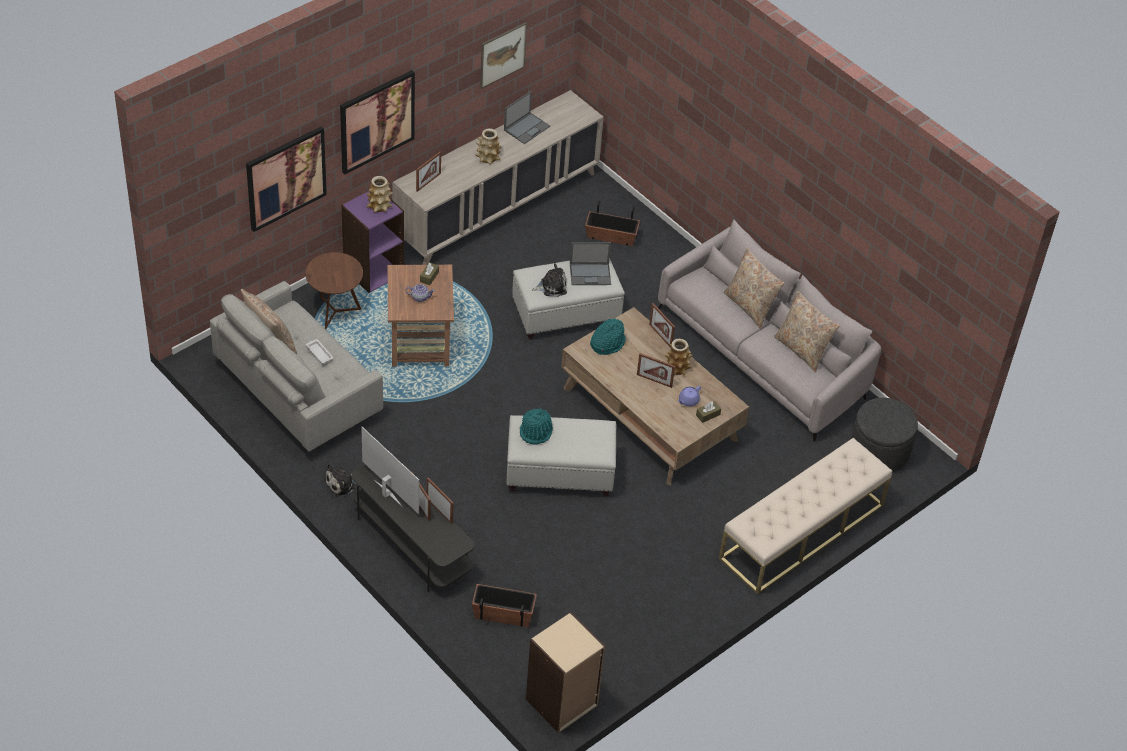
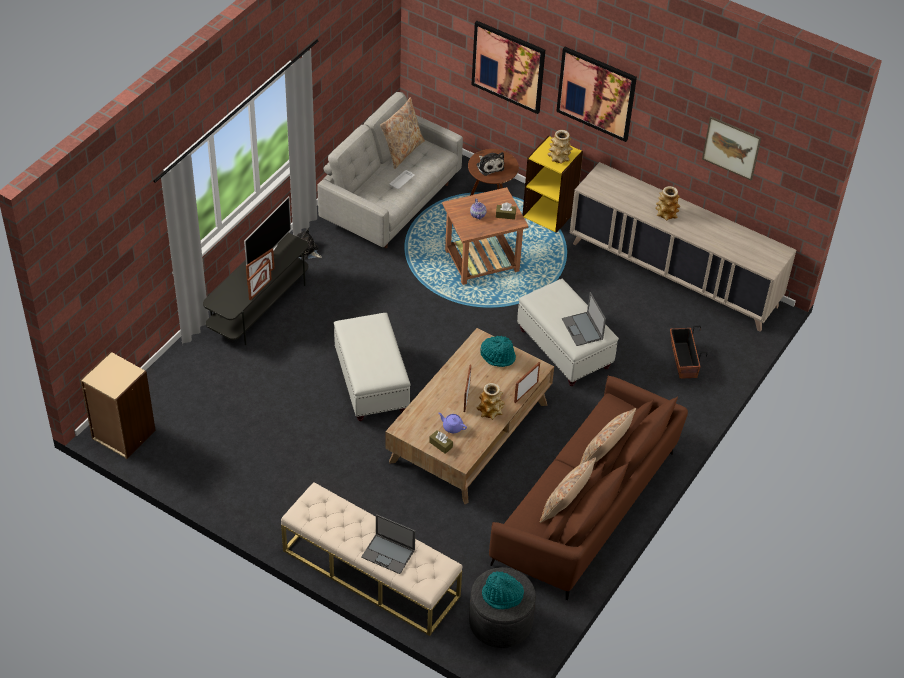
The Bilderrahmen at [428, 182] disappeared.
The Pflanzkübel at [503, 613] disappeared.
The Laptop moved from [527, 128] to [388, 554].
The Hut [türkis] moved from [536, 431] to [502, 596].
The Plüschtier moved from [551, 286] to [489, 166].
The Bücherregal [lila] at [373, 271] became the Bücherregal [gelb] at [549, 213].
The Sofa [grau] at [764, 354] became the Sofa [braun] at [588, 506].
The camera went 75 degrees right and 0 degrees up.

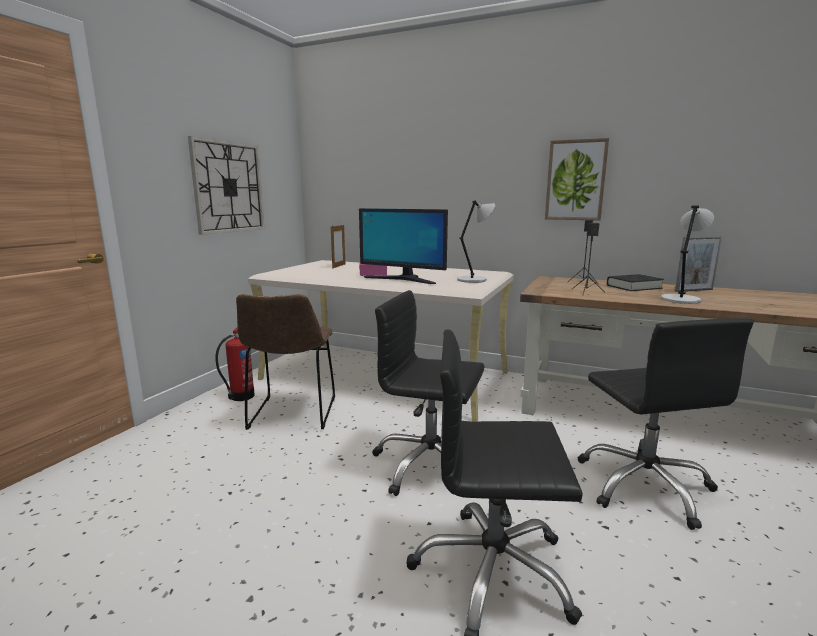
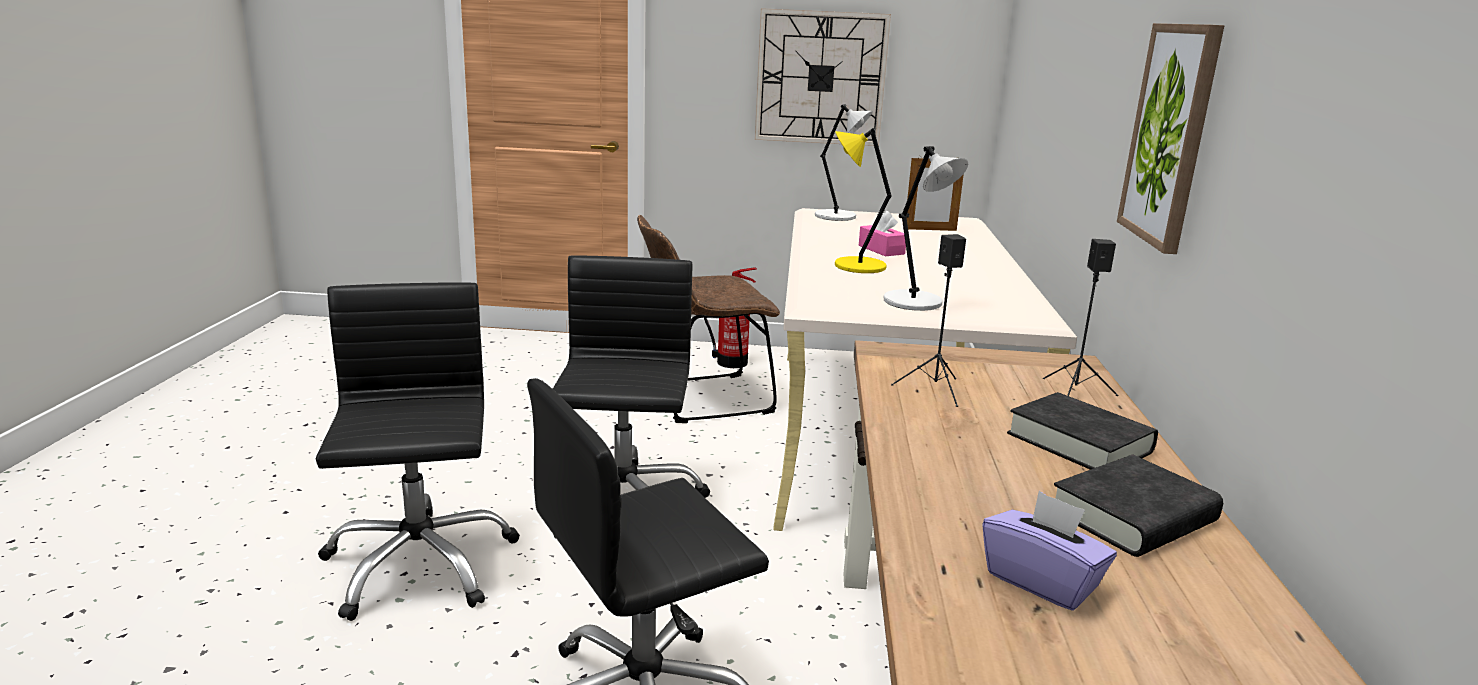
The Taschentuchbox [lila] at [1041, 581] appeared.
The Tischlampe [grau] moved from [681, 299] to [838, 216].
The Monitor at [403, 279] was replaced by the Tischlampe [gelb] at [856, 266].
The Bilderrahmen at [694, 290] was replaced by the Buch [schwarz] at [1133, 517].
The camera went 70 degrees right and 5 degrees up.

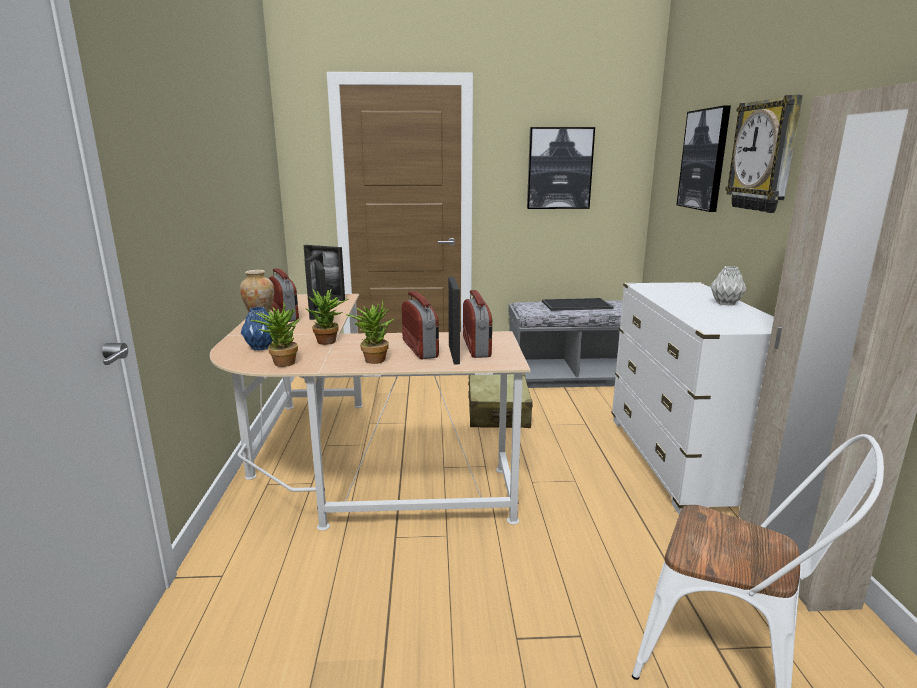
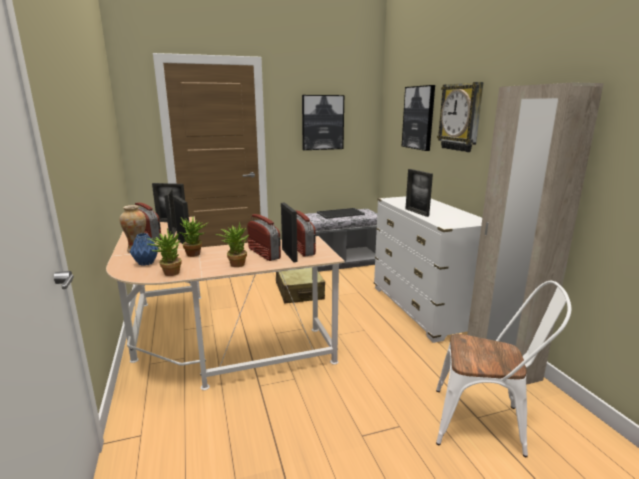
The Vase [grau] at [725, 303] disappeared.
The Bilderrahmen at [416, 212] appeared.
The camera went 15 degrees left and 0 degrees up.

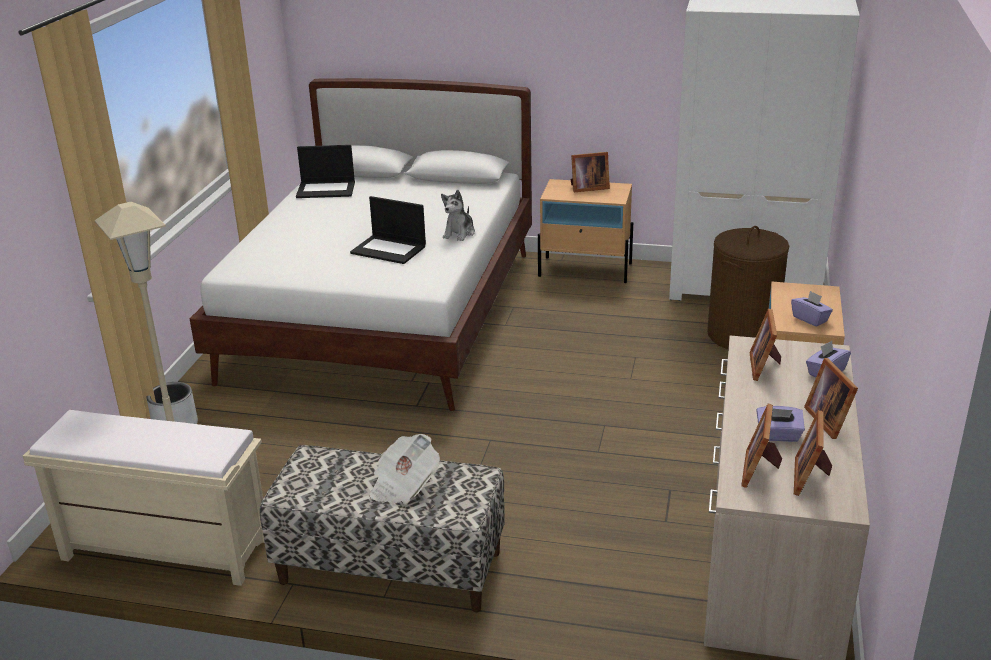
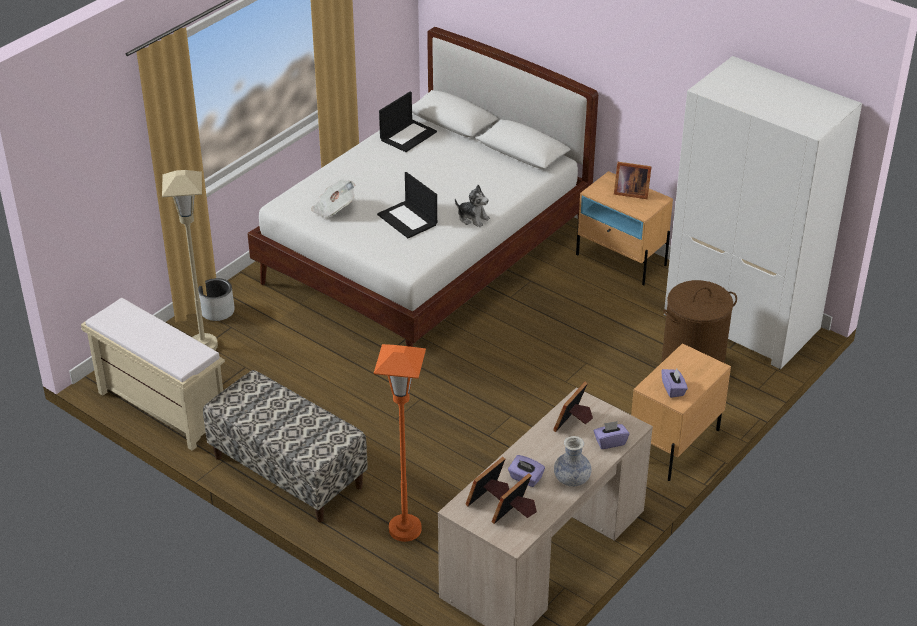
The Stehlampe [orange] at [405, 529] appeared.
The Zeitung moved from [403, 485] to [333, 208].
The Bilderrahmen at [830, 420] was replaced by the Vase at [572, 479].
The Laptop at [326, 189] turned 75 degrees counterclockwise.
The Plüschtier at [459, 233] turned 105 degrees counterclockwise.
The camera went 25 degrees right and 10 degrees up.

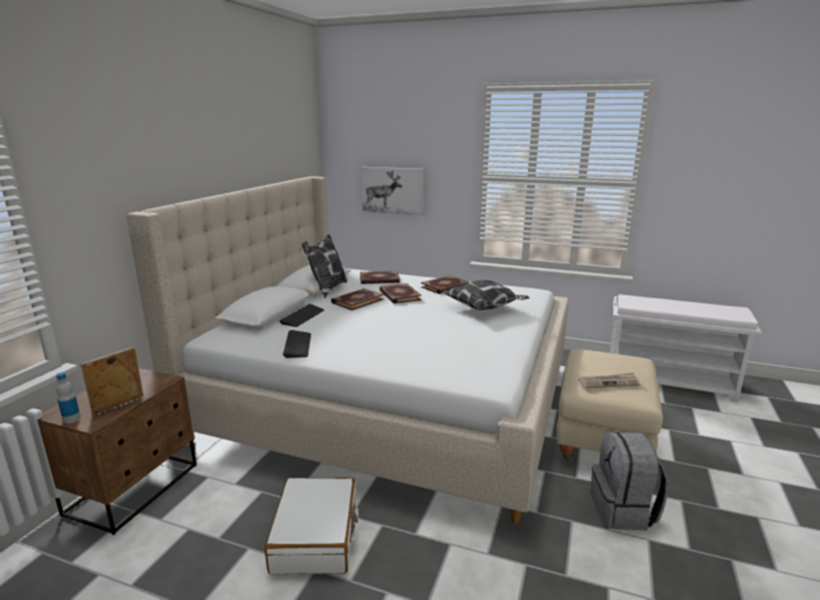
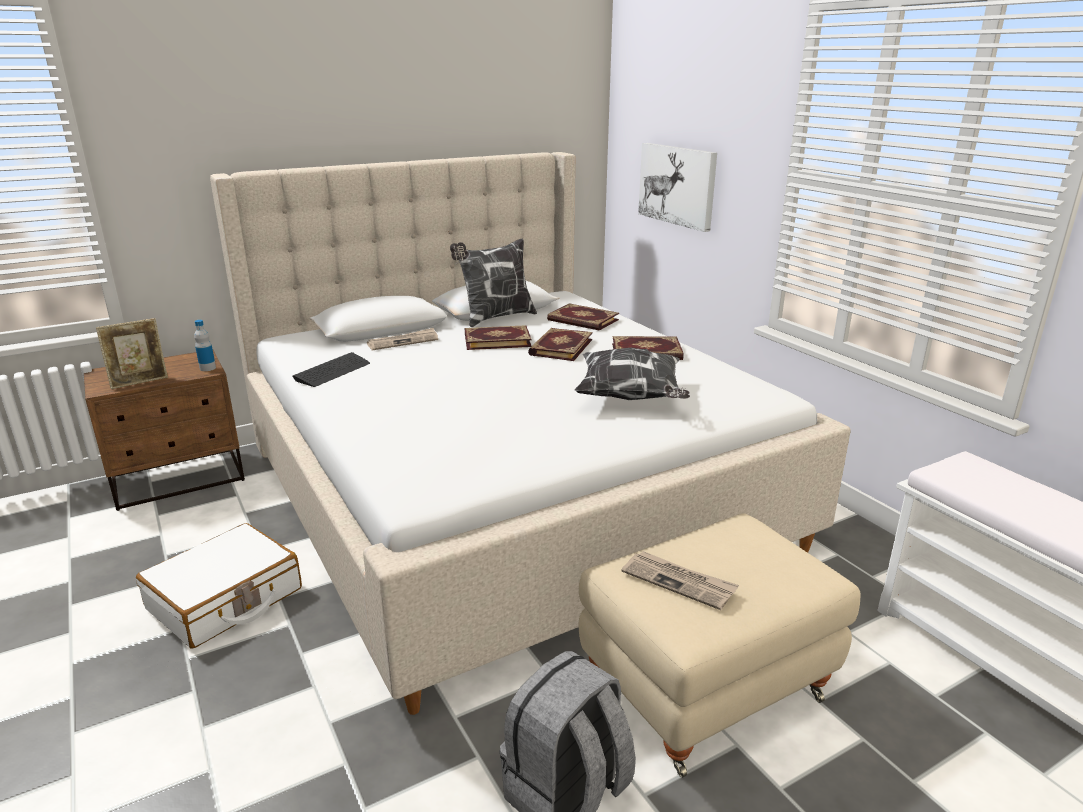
The Flasche moved from [71, 419] to [207, 368].
The Tastatur at [302, 316] was replaced by the Zeitung at [403, 342].
The Bilderrahmen at [118, 406] turned 150 degrees clockwise.
The camera went 40 degrees right and 5 degrees up.

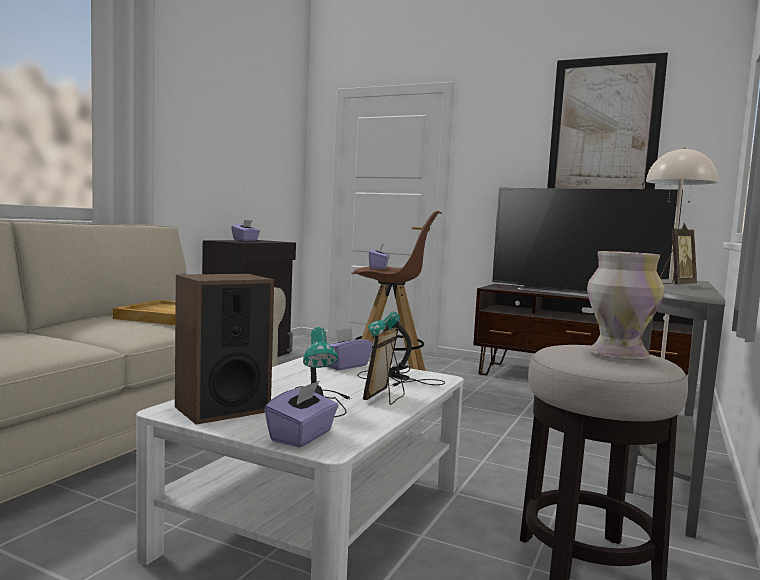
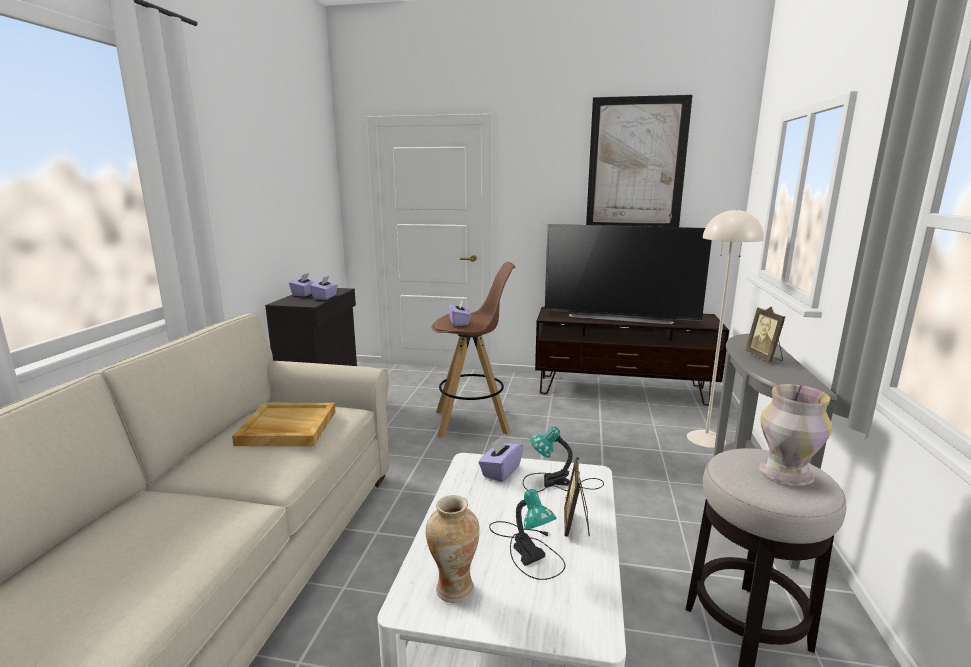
The Taschentuchbox [lila] moved from [302, 436] to [325, 297].
The Lautsprecher at [222, 409] was replaced by the Vase at [453, 588].
The Bilderrahmen at [676, 285] turned 135 degrees clockwise.
The camera went 15 degrees left and 10 degrees up.

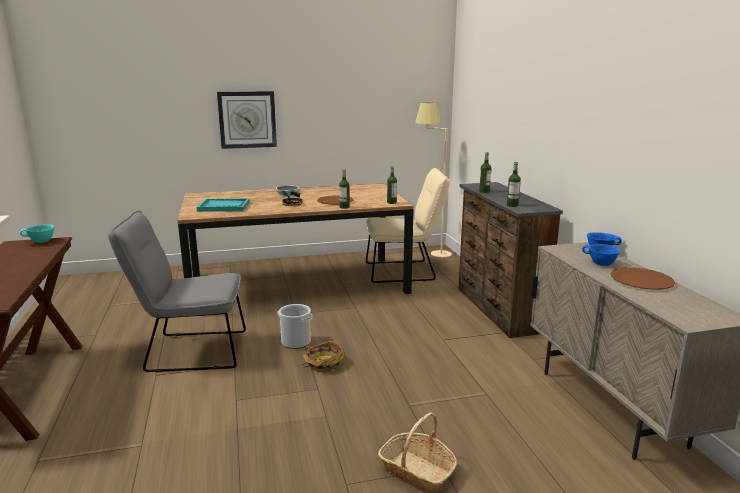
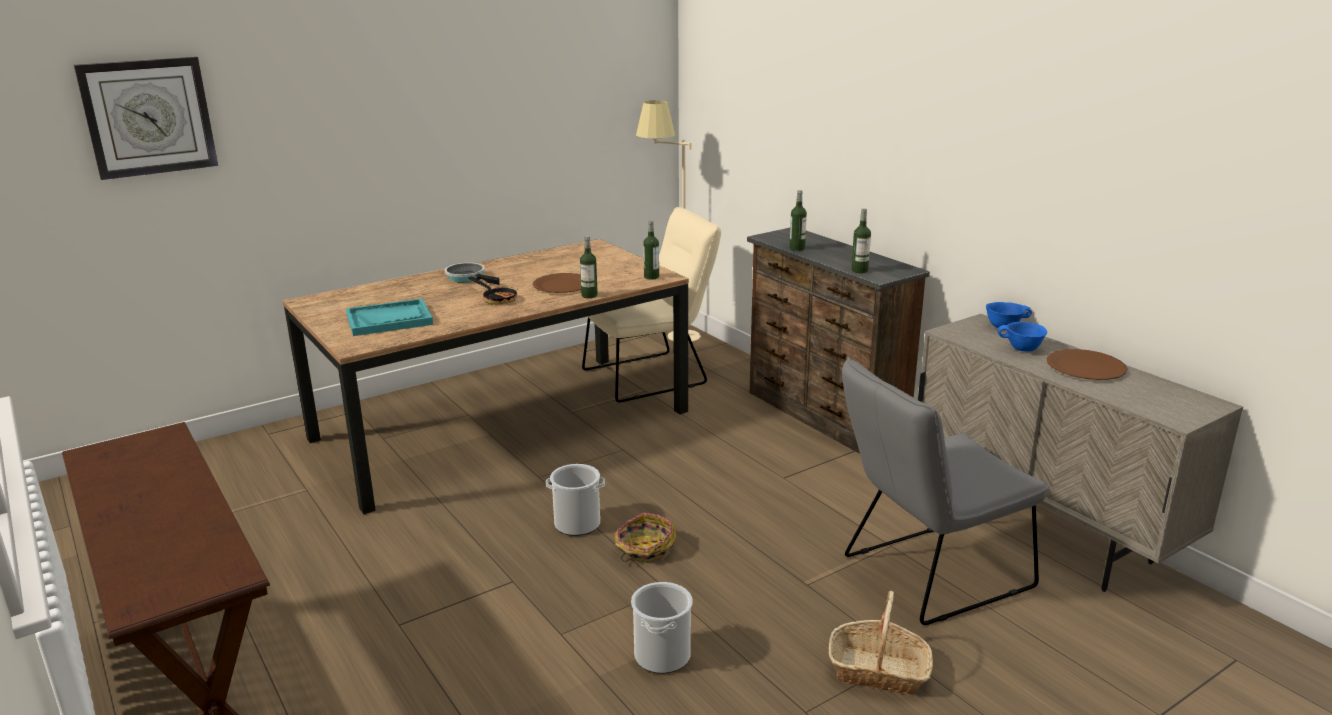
The Schüssel [türkis] at [41, 242] disappeared.
The Eimer at [662, 656] appeared.
The Stuhl [grau] moved from [189, 351] to [927, 575].
The Wanduhr moved from [247, 119] to [148, 117].
The camera went 20 degrees left and 5 degrees up.

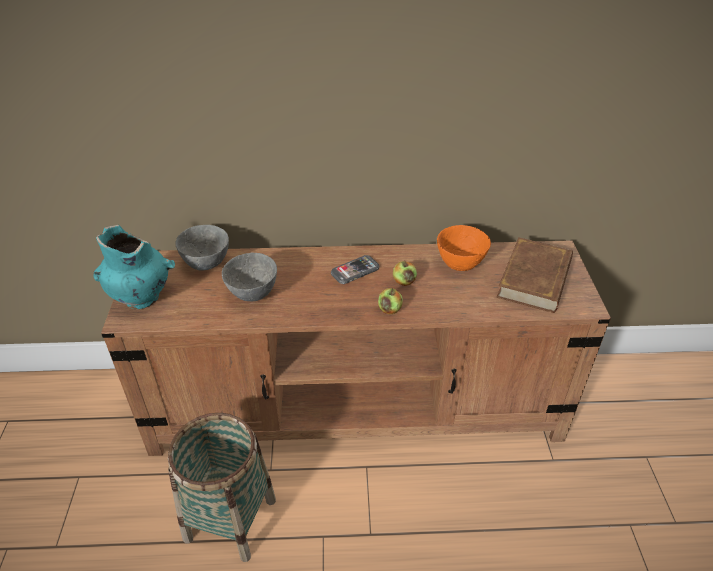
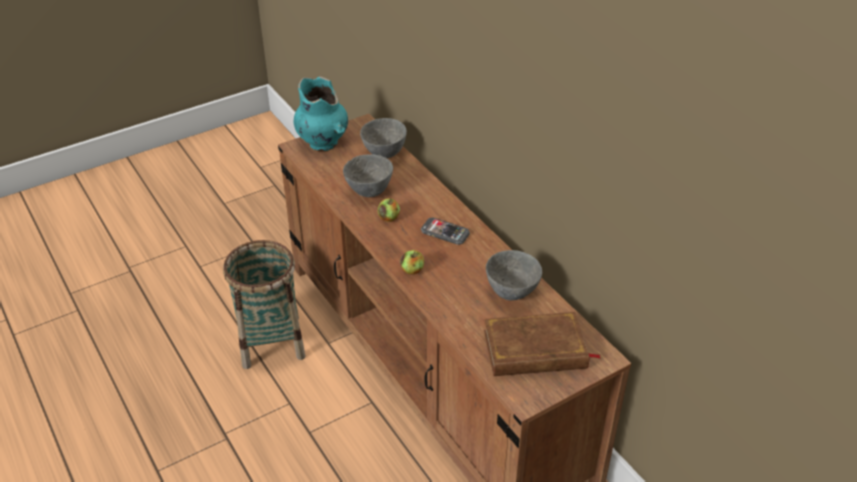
The Apfel moved from [404, 281] to [389, 218].
The Schüssel [orange] at [459, 264] became the Schüssel [grau] at [512, 292].
The camera went 60 degrees right and 0 degrees up.

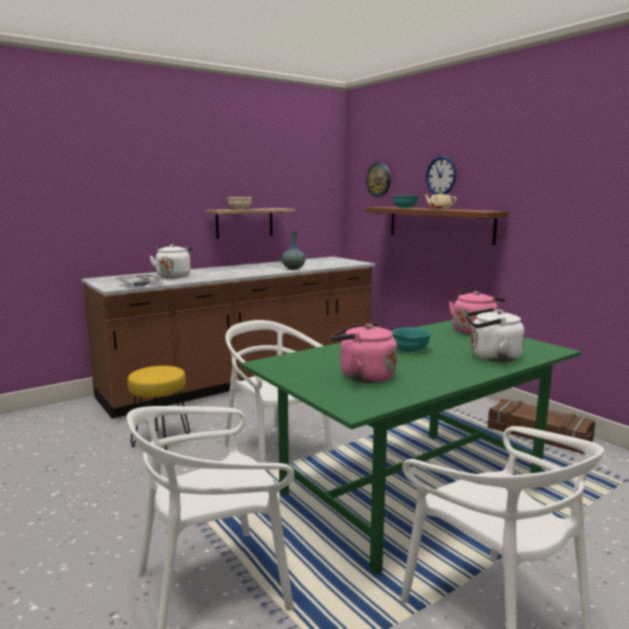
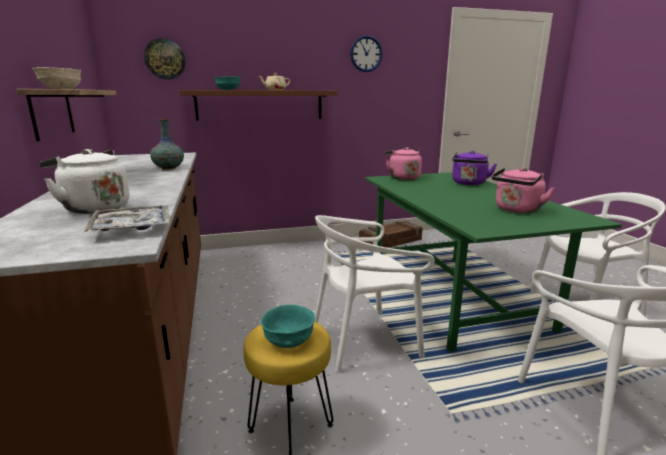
The Schüssel [türkis] moved from [410, 350] to [289, 340].
The Wanduhr moved from [441, 176] to [366, 54].
The Wasserkessel [weiß] at [491, 357] became the Wasserkessel [lila] at [469, 183].
The camera went 70 degrees left and 5 degrees up.

